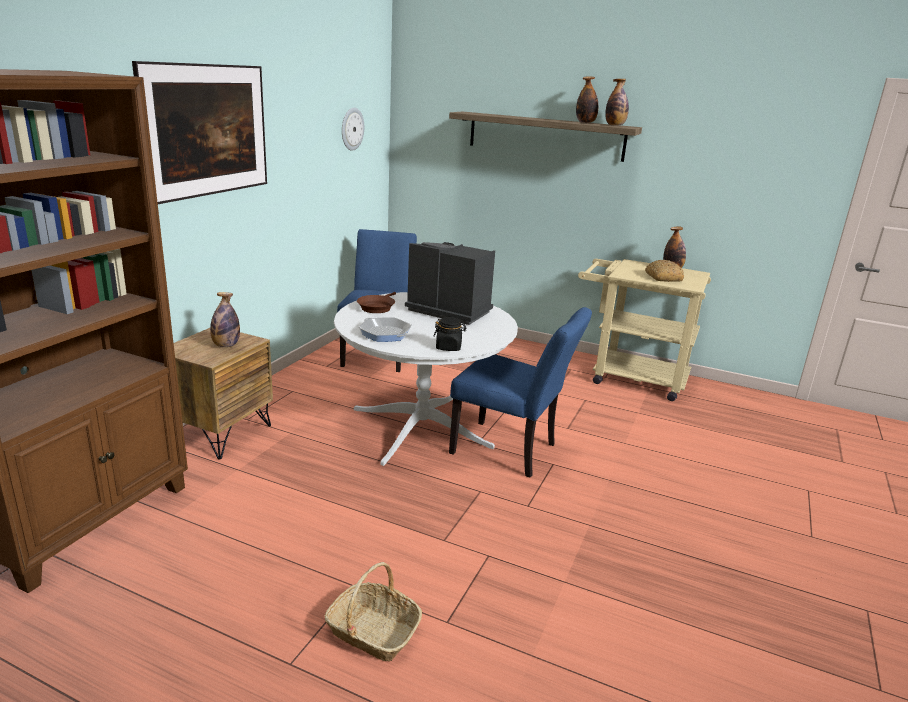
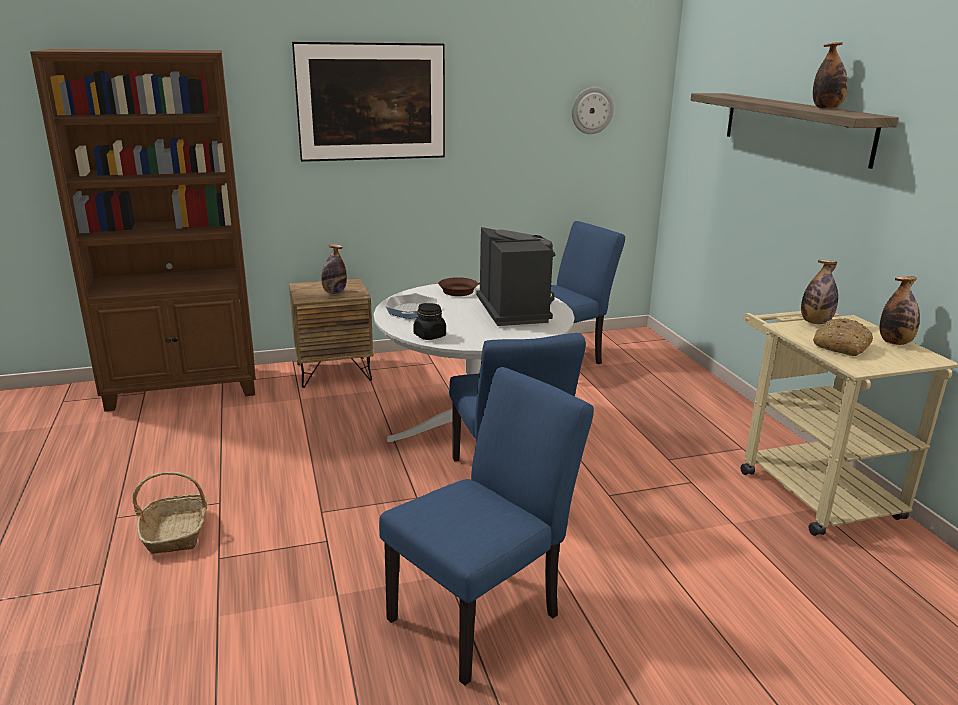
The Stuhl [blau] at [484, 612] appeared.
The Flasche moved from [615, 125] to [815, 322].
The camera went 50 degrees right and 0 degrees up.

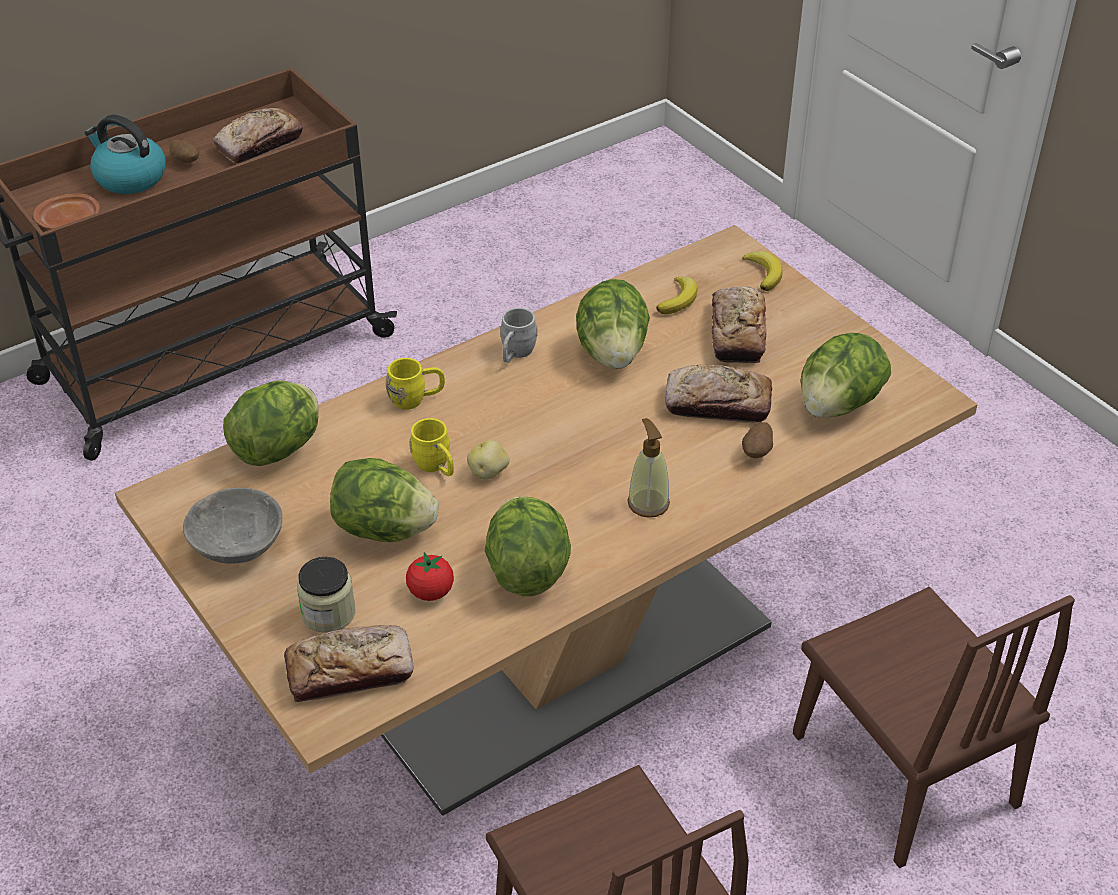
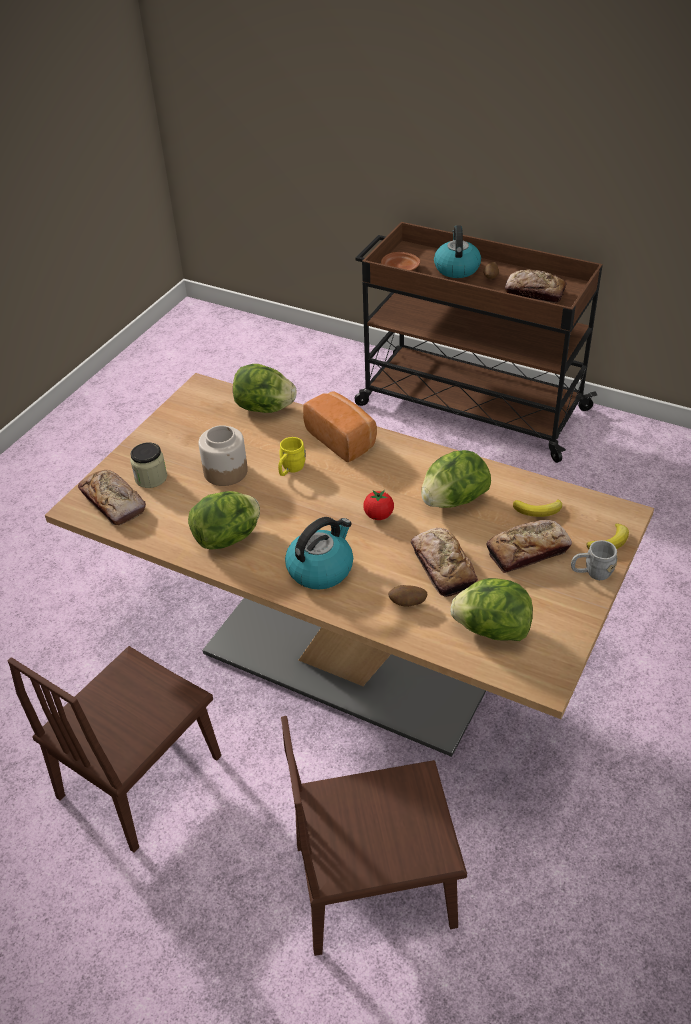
The Schüssel [grau] at [236, 546] disappeared.
The Kartoffel at [489, 472] disappeared.
The Tomate moved from [431, 592] to [378, 515].
The Henkelbecher [grau] moved from [515, 354] to [592, 573].
The Salatkopf at [384, 530] was replaced by the Vorratsglas at [226, 471].
The Henkelbecher [gelb] at [416, 399] was replaced by the Brot at [343, 439].
The Seifenspender at [648, 503] was replaced by the Wasserkessel at [321, 568].
The Stuhl [braun] at [903, 769] turned 45 degrees clockwise.
The camera went 65 degrees right and 0 degrees up.

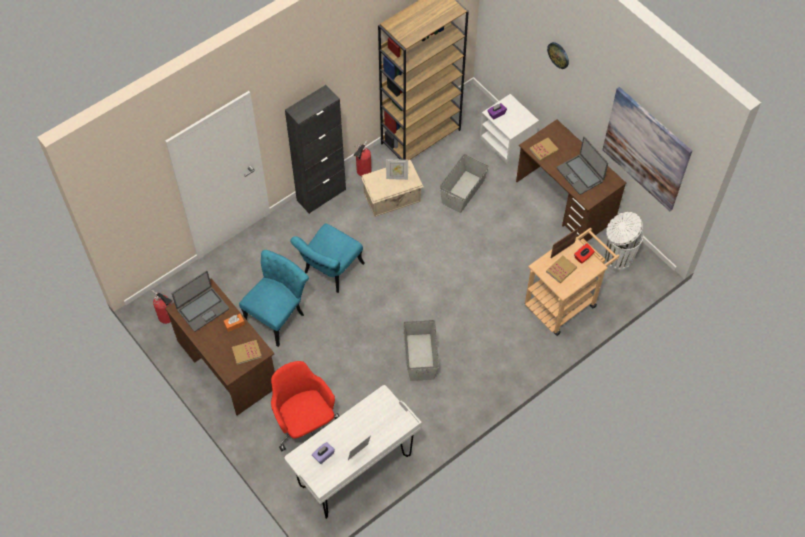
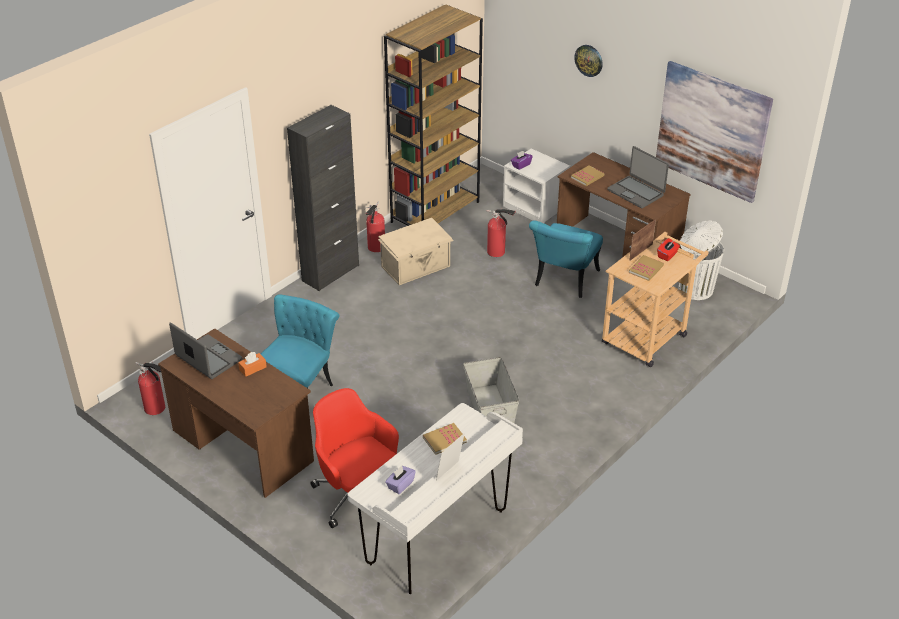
The Bilderrahmen at [397, 177] disappeared.
The Buch moved from [246, 352] to [444, 440].
The Stuhl [türkis] moved from [330, 272] to [564, 282].
The Aufbewahrungsbox [grau] at [463, 191] was replaced by the Feuerlöscher at [498, 252].
The Laptop at [202, 309] turned 90 degrees counterclockwise.
The camera went 10 degrees left and 20 degrees down.

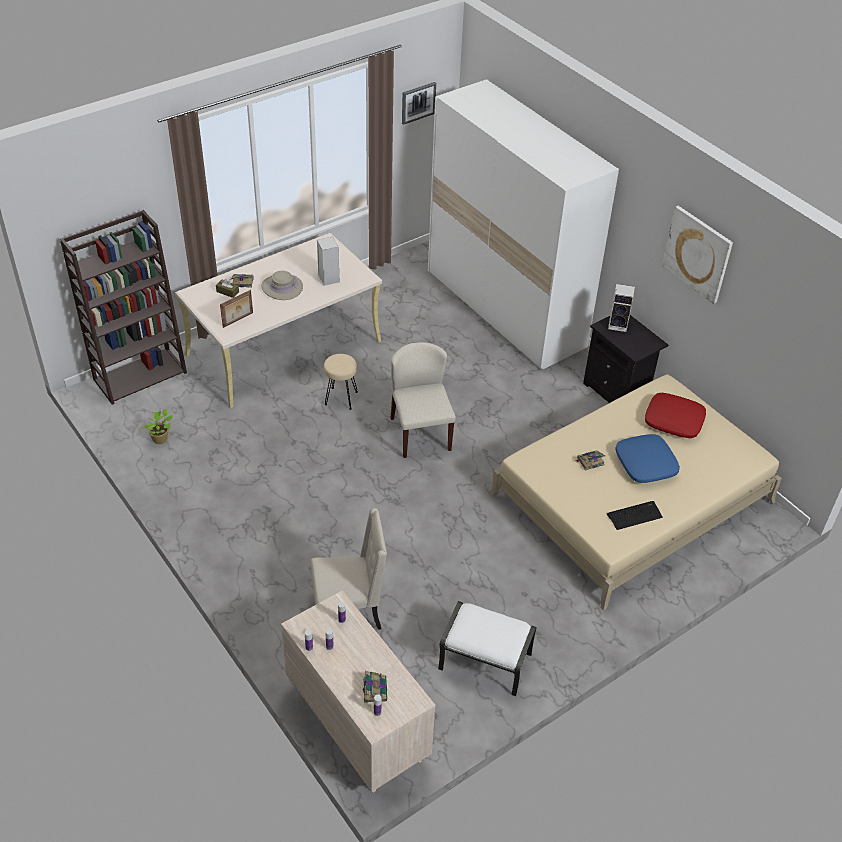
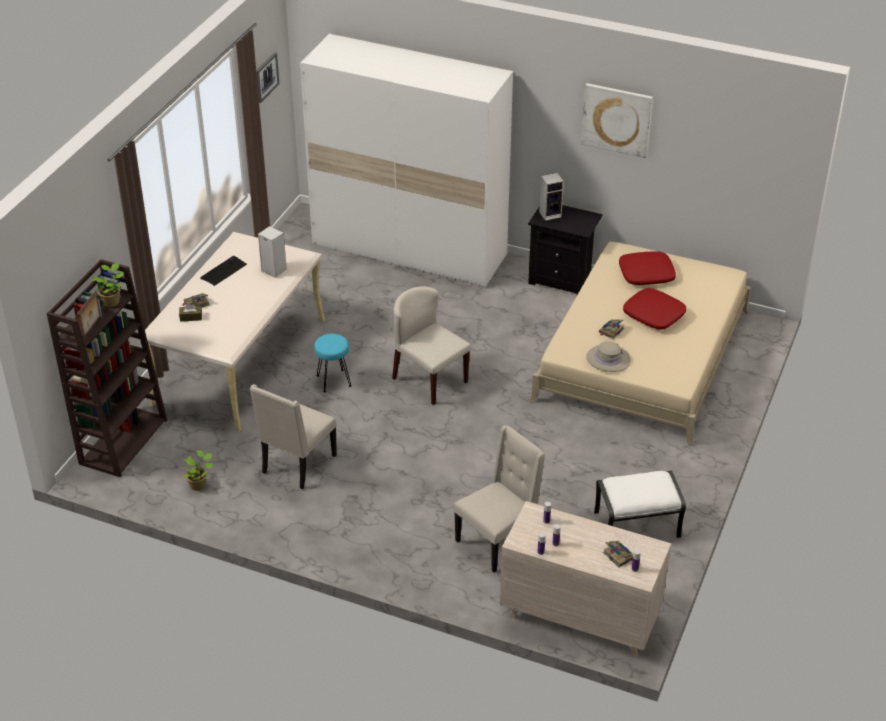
The Topfpflanze at [112, 301] appeared.
The Stuhl [beige] at [297, 465] appeared.
The Bilderrahmen moved from [238, 320] to [92, 328].
The Hut [beige] moved from [282, 287] to [608, 359].
The Tastatur moved from [634, 515] to [223, 271].
The Hocker [beige] at [341, 398] became the Hocker [türkis] at [333, 381].
The Kissen [blau] at [646, 464] became the Kissen [rot] at [654, 315].
The camera went 30 degrees left and 5 degrees down.

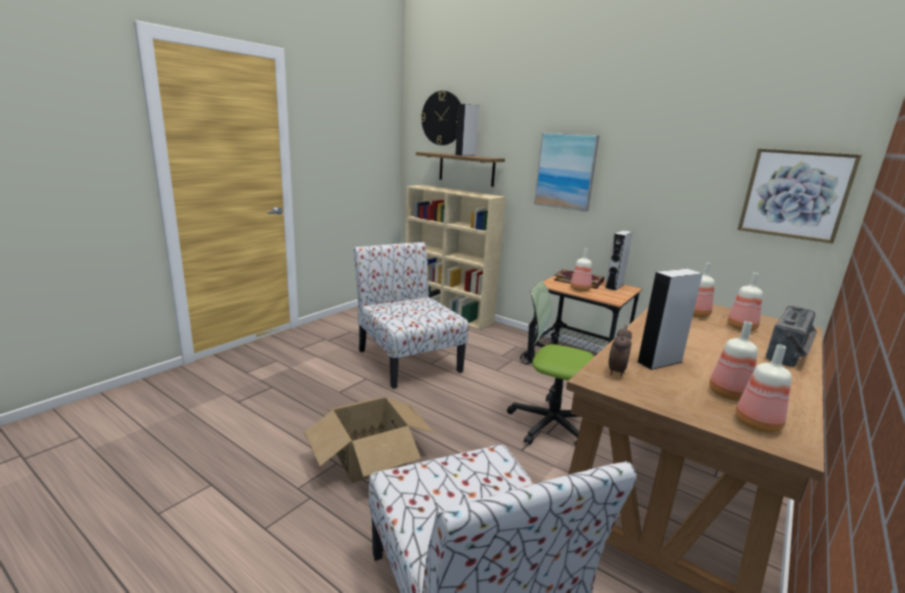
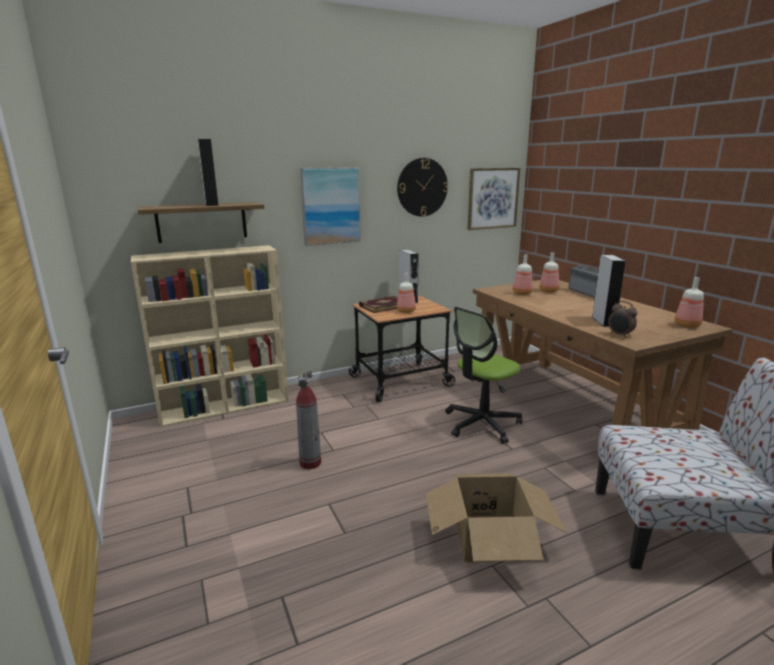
The Flasche at [727, 393] disappeared.
The Wanduhr moved from [442, 118] to [422, 187].
The Stuhl at [407, 359] was replaced by the Feuerlöscher at [310, 463].
The camera went 60 degrees left and 0 degrees up.

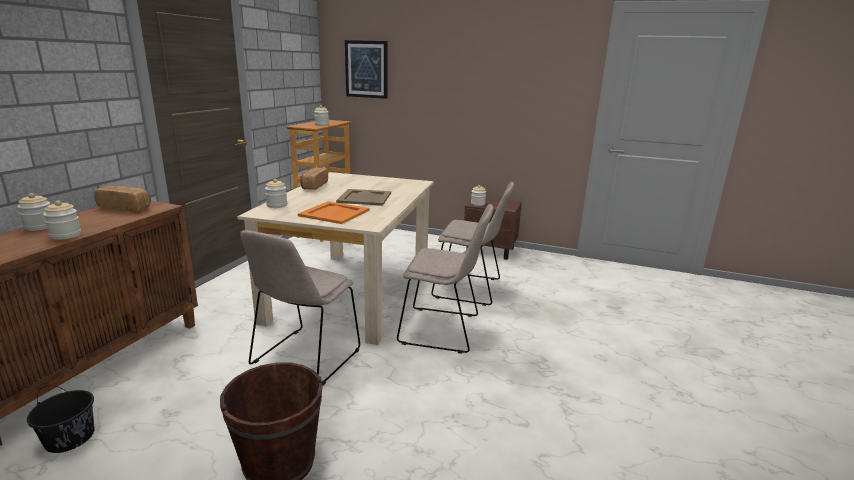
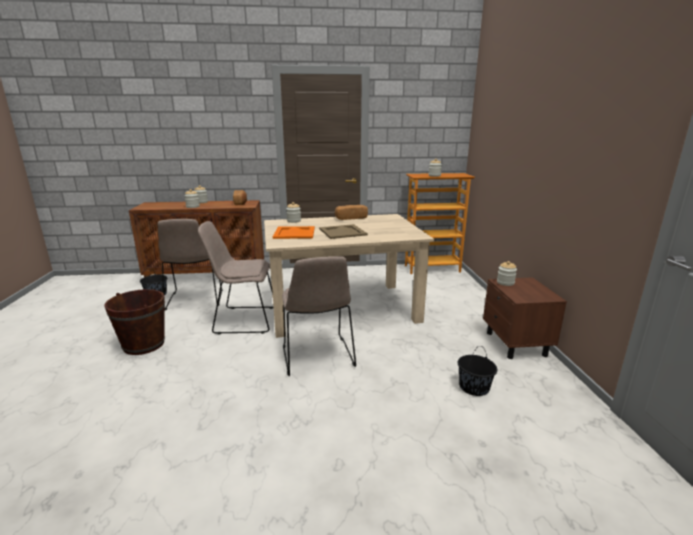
The Bild at [366, 69] disappeared.
The Eimer [schwarz] at [474, 387] appeared.
The Stuhl [beige] moved from [470, 289] to [194, 300].
The camera went 65 degrees right and 0 degrees up.

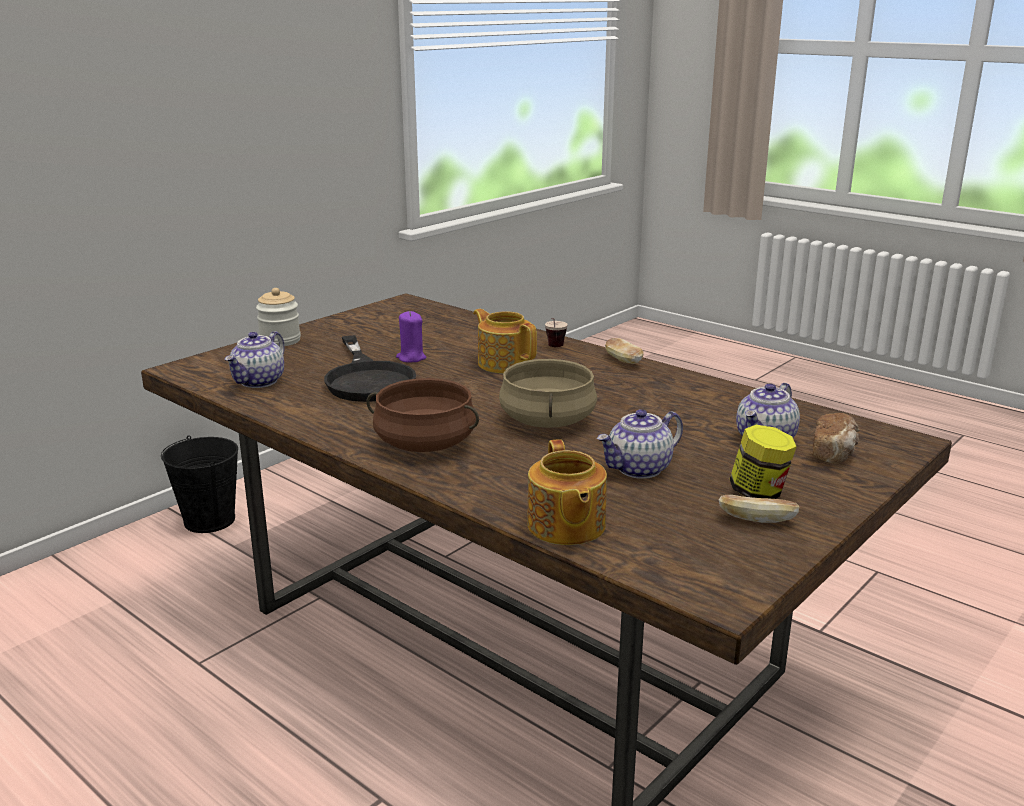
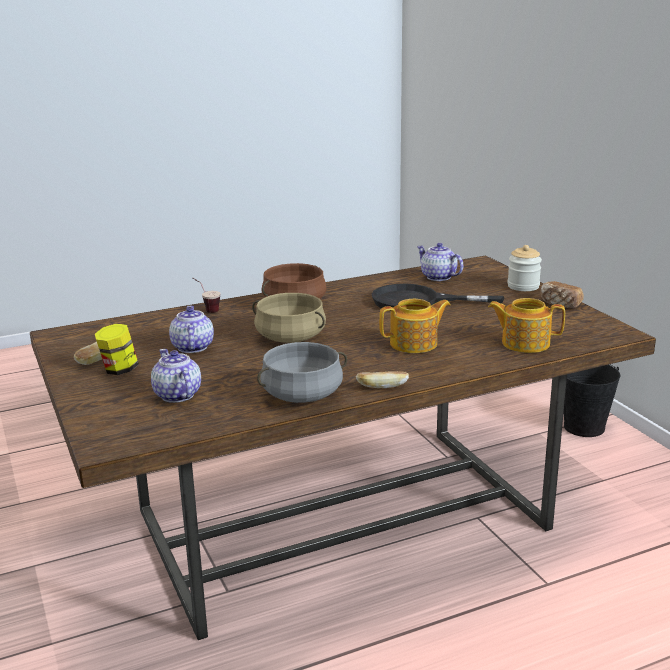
The Kerze [lila] at [411, 358] disappeared.
The Kochtopf [grau] at [302, 395] appeared.
The Teekanne moved from [565, 526] to [524, 343].
The Tasse moved from [554, 348] to [206, 309].
The Brot moved from [834, 453] to [560, 304].
The camera went 115 degrees right and 0 degrees up.

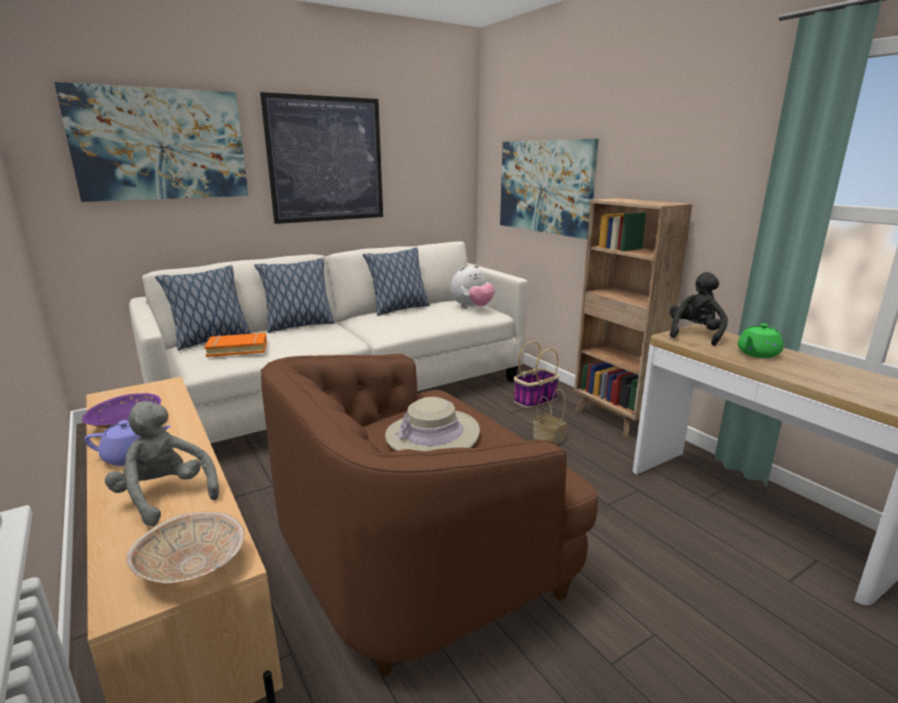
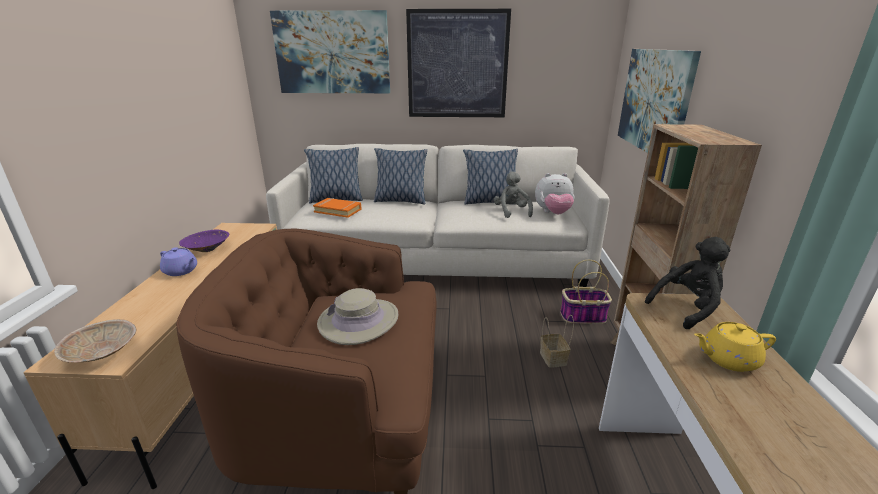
The Plüschtier [grau] moved from [165, 496] to [511, 212].
The Teekanne [grün] at [757, 354] became the Teekanne [gelb] at [727, 359].
The camera went 35 degrees right and 5 degrees up.

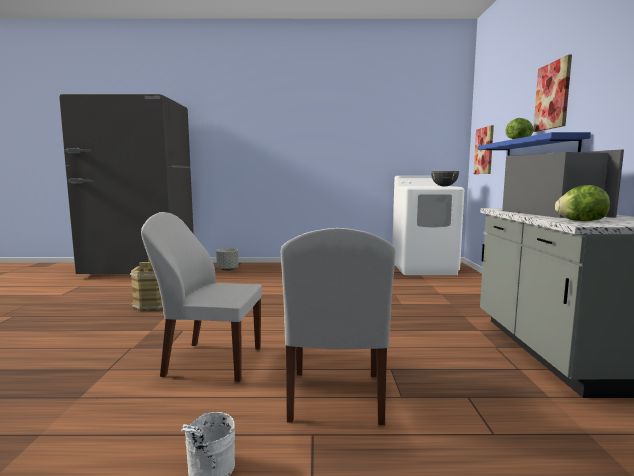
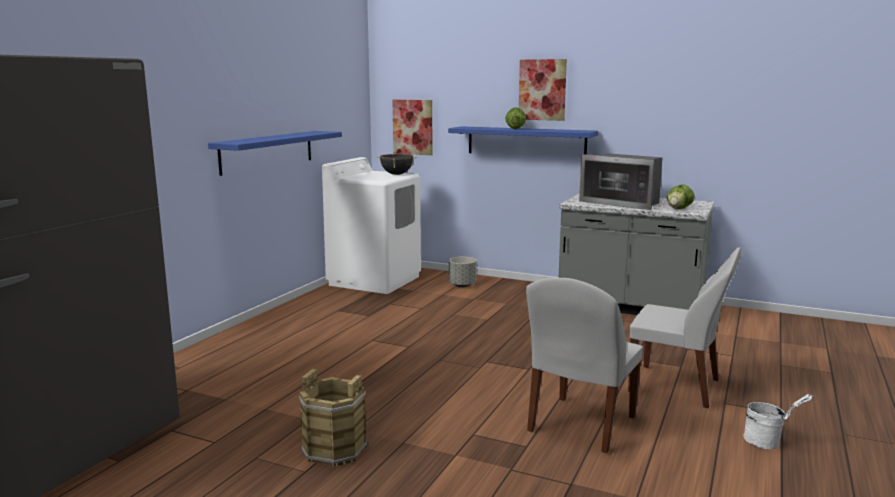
The Wandregal [blau] at [267, 151] appeared.
The Pflanzkübel [grau] moved from [228, 269] to [462, 285].
The Mikrowelle at [550, 213] turned 150 degrees counterclockwise.
The camera went 65 degrees left and 5 degrees up.

